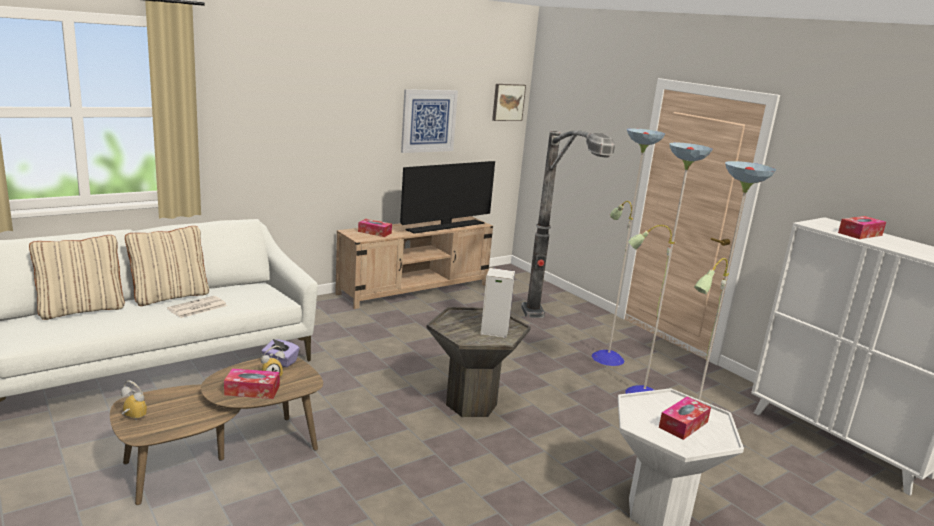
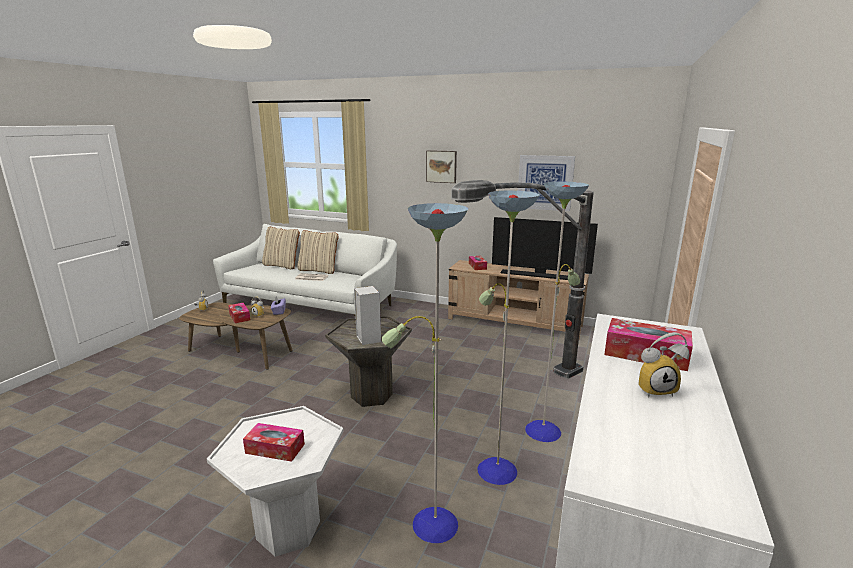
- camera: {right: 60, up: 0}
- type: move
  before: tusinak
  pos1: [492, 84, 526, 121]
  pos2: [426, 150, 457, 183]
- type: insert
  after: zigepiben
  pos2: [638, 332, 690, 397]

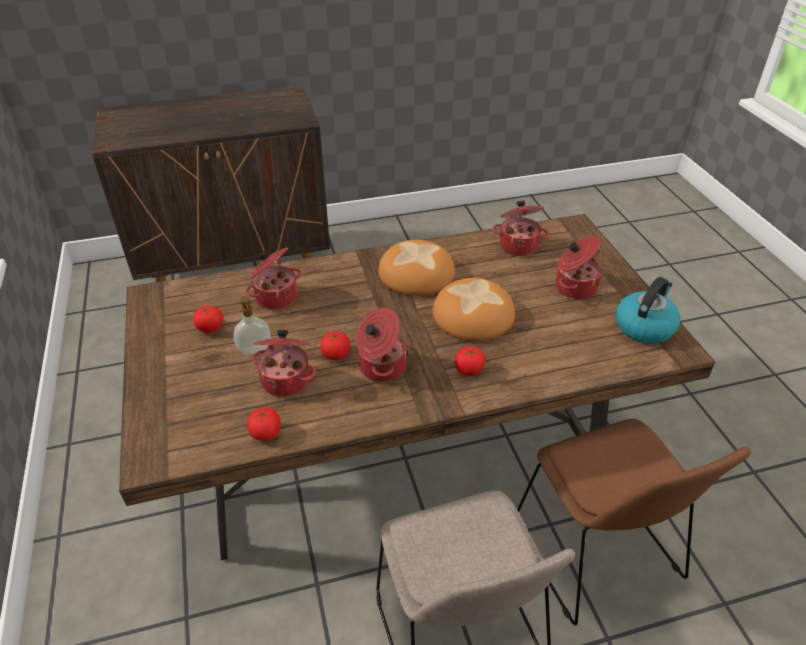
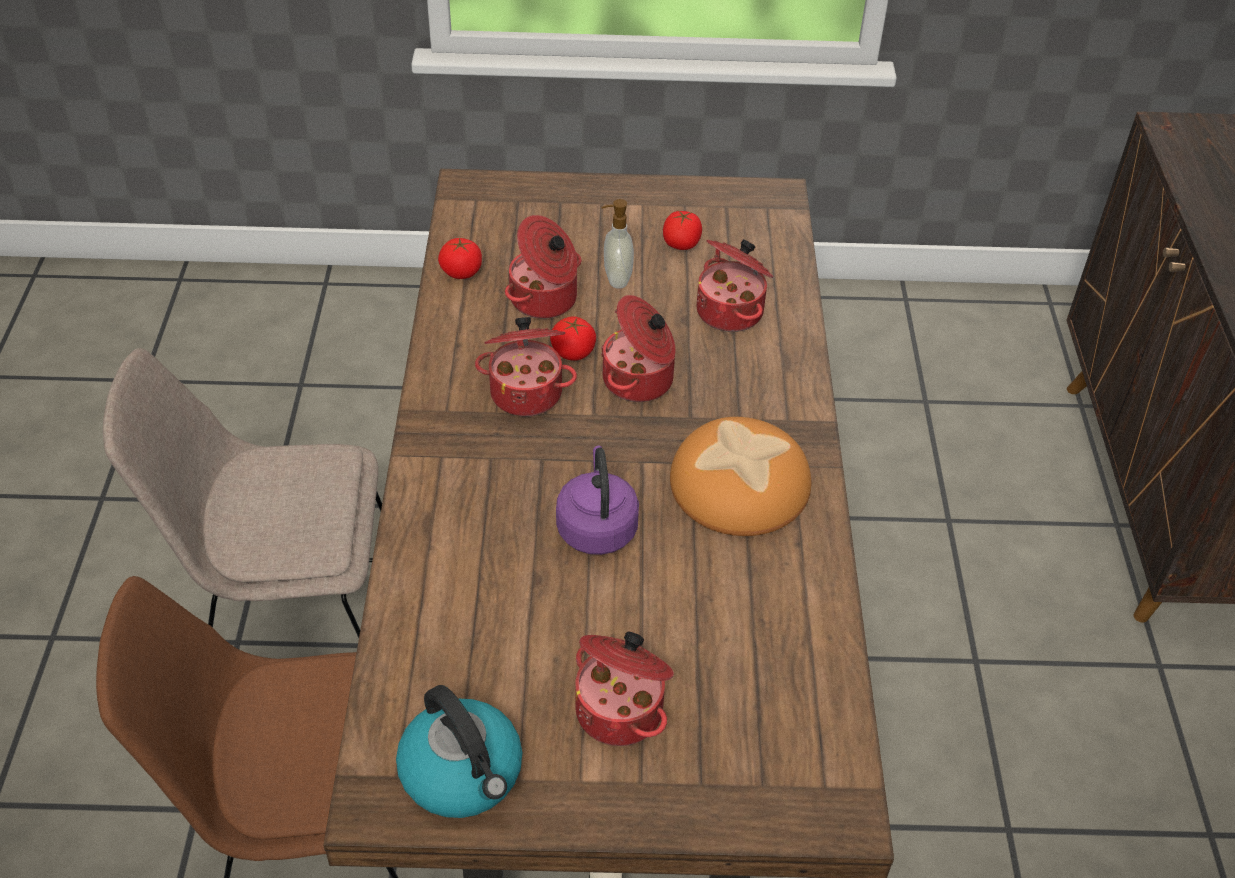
- camera: {right: 105, up: 5}
- type: replace
  before: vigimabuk
  after: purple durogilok
  pos1: [433, 278, 515, 341]
  pos2: [556, 446, 639, 555]
- type: move
  before: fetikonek
  pos1: [492, 201, 549, 256]
  pos2: [601, 295, 676, 402]
- type: delete
  before: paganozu
  pos1: [455, 346, 485, 376]

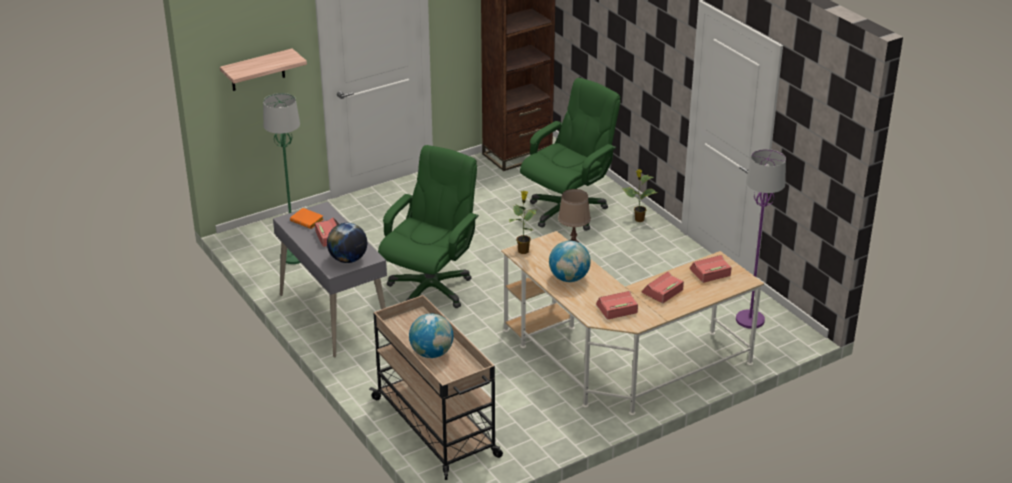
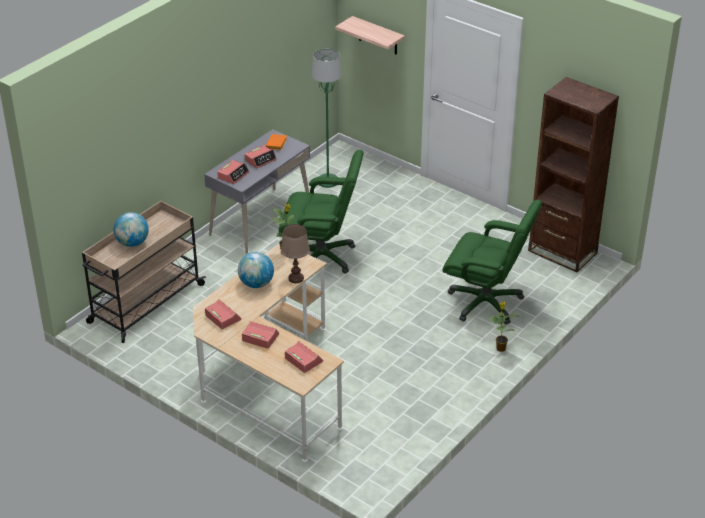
- camera: {right: 70, up: 5}
- type: replace
  before: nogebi
  after: zigepiben
  pos1: [327, 223, 367, 263]
  pos2: [217, 160, 250, 184]
- type: delete
  before: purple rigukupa
  pos1: [736, 149, 786, 329]

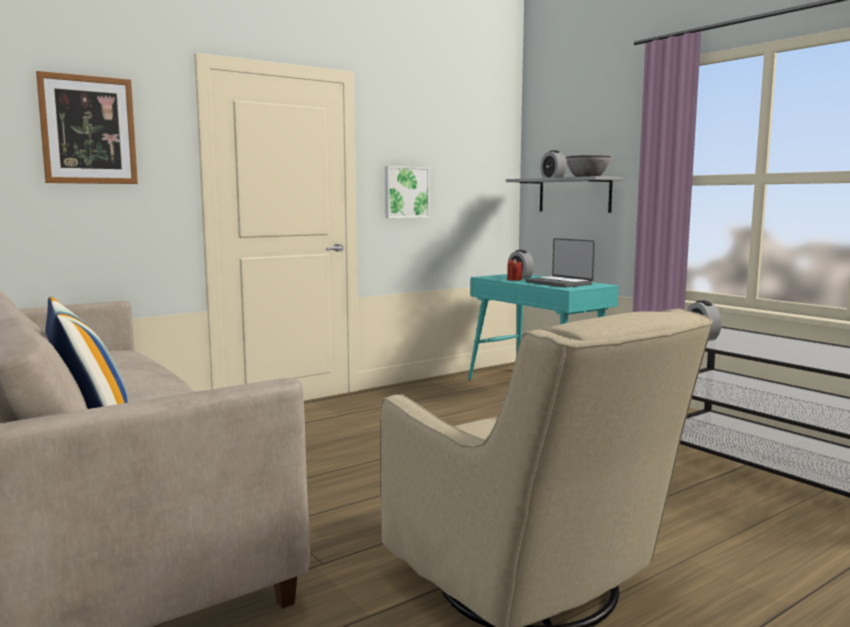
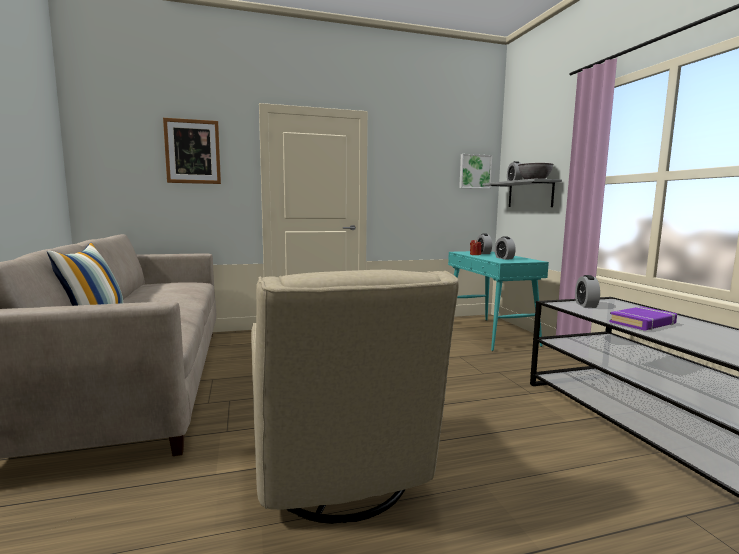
- camera: {right: 20, up: 0}
- type: move
  before: tusinak
  pos1: [385, 166, 430, 218]
  pos2: [459, 154, 492, 189]
- type: replace
  before: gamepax
  after: zigepiben
  pos1: [525, 238, 595, 288]
  pos2: [495, 236, 516, 259]
- type: insert
  after: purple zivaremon
  pos2: [609, 306, 677, 331]

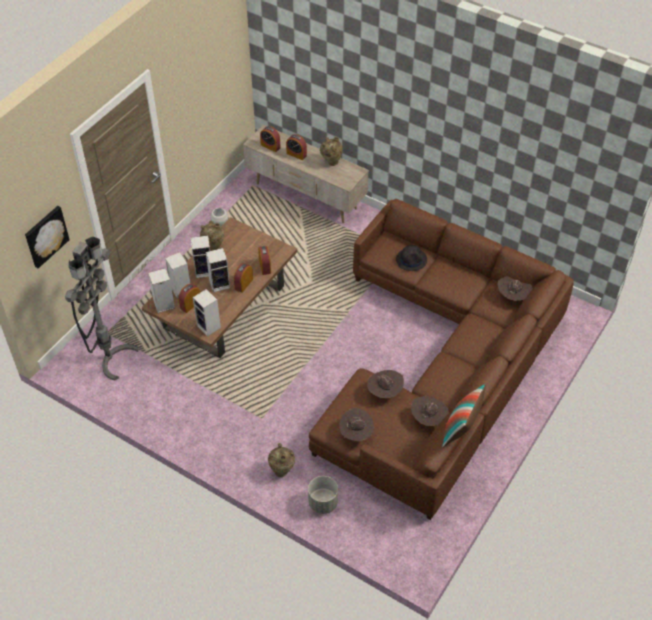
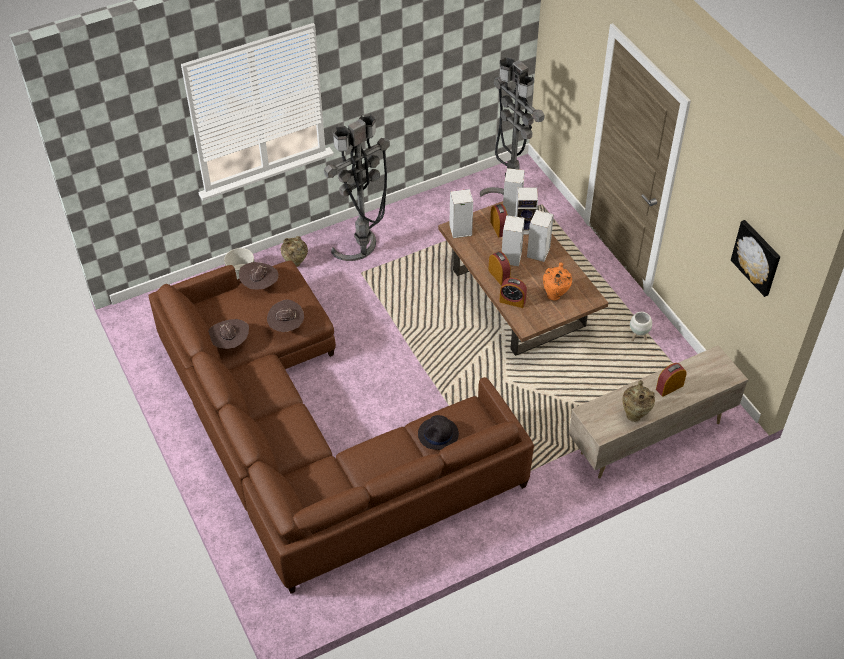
- camera: {right: 120, up: 0}
- type: insert
  after: grey rigukupa
  pos2: [324, 113, 390, 261]
- type: insert
  after: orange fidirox
  pos2: [543, 262, 572, 300]
- type: move
  before: tusinak
  pos1: [25, 206, 70, 268]
  pos2: [731, 220, 780, 297]
- type: delete
  before: beige fidirox
  pos1: [200, 221, 224, 251]
- type: delete
  before: zigepiben
  pos1: [260, 126, 281, 152]
- type: delete
  before: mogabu
  pos1: [442, 383, 486, 447]
- type: delete
  before: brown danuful
  pos1: [498, 276, 533, 300]

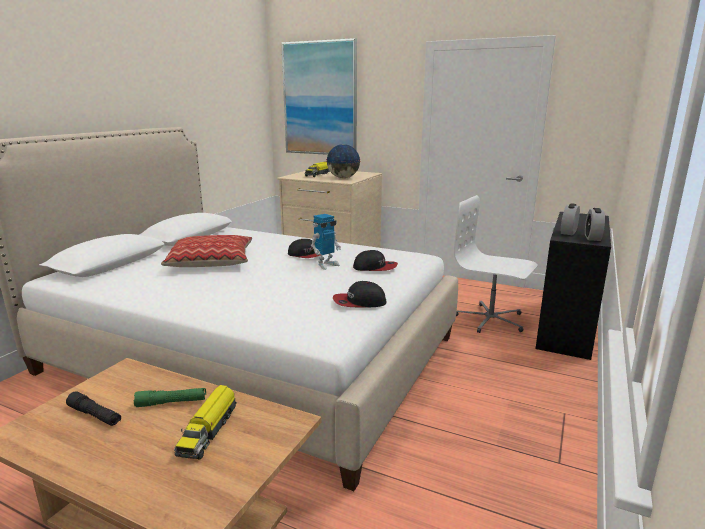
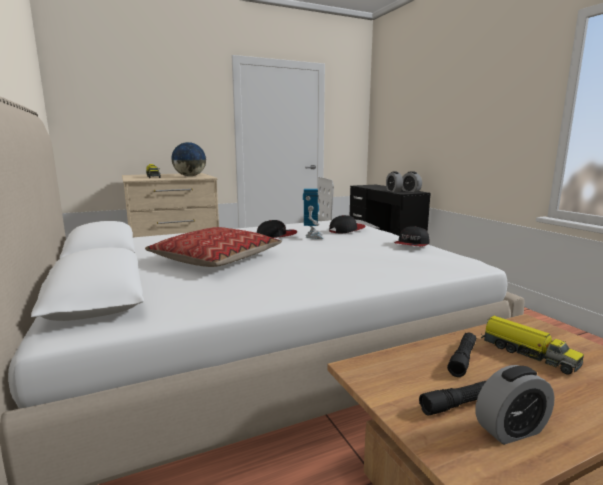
- camera: {right: -50, up: -5}
- type: recolor
  before: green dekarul
  after: black dekarul
  pos1: [134, 388, 206, 407]
  pos2: [447, 333, 476, 377]
- type: insert
  after: zigepiben
  pos2: [476, 365, 555, 445]
- type: delete
  before: tusinak
  pos1: [281, 38, 357, 155]

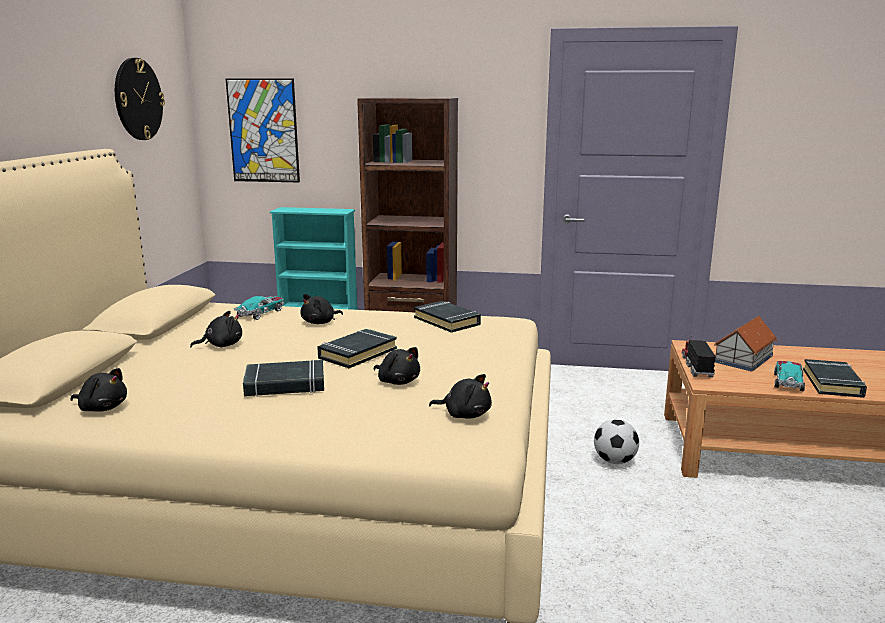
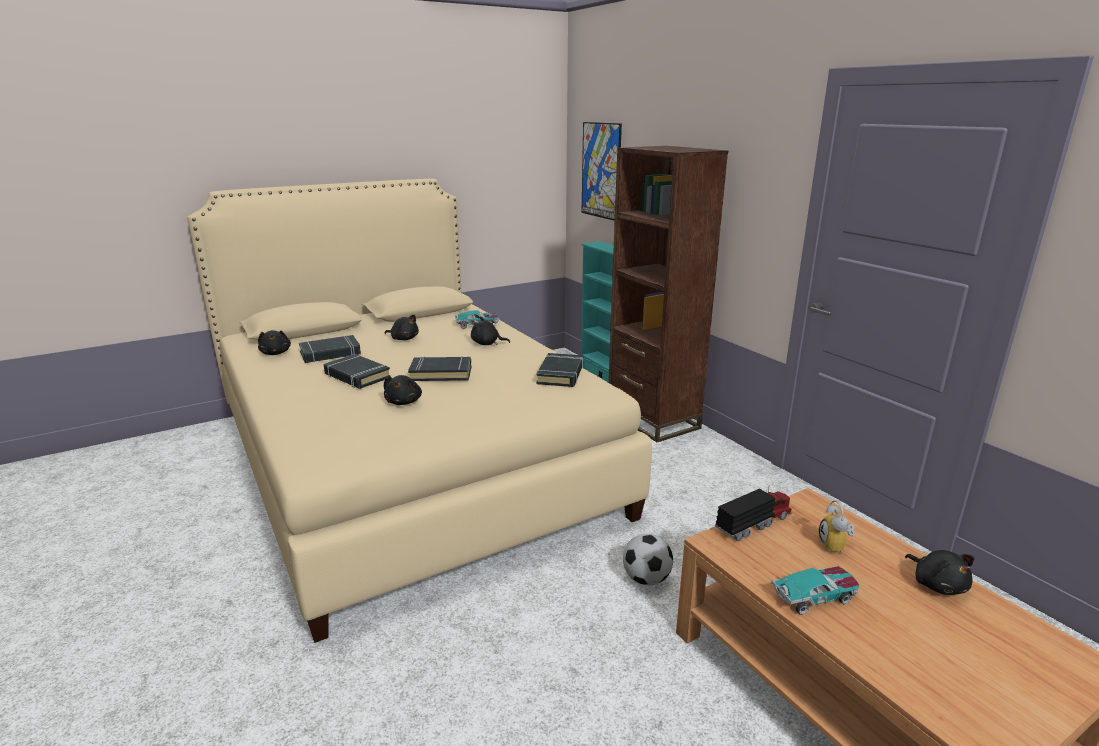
- camera: {right: 50, up: 5}
- type: move
  before: black zivaremon
  pos1: [803, 359, 867, 398]
  pos2: [299, 335, 361, 363]
- type: replace
  before: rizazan
  after: zigepiben
  pos1: [714, 316, 777, 372]
  pos2: [819, 500, 855, 555]
- type: move
  before: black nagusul
  pos1: [429, 374, 492, 418]
  pos2: [905, 550, 975, 595]
- type: delete
  before: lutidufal
  pos1: [115, 58, 165, 140]

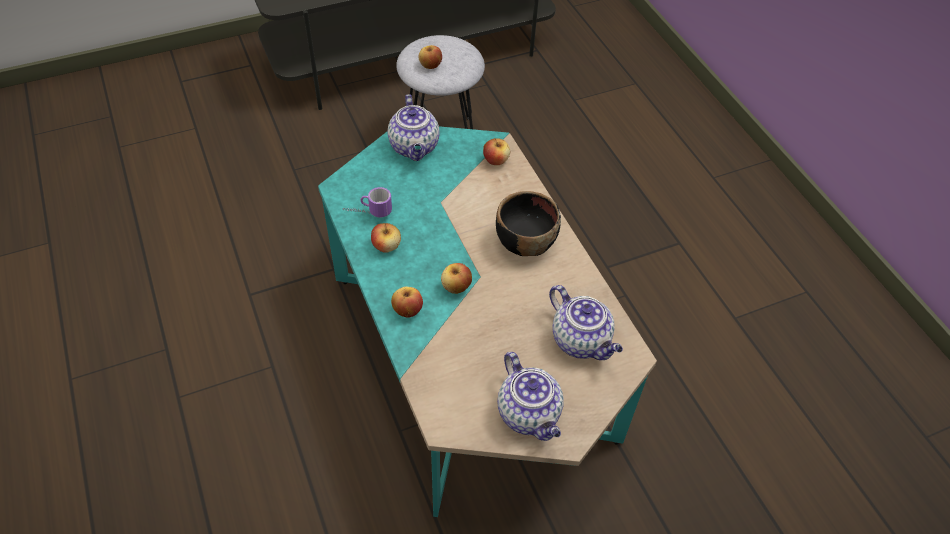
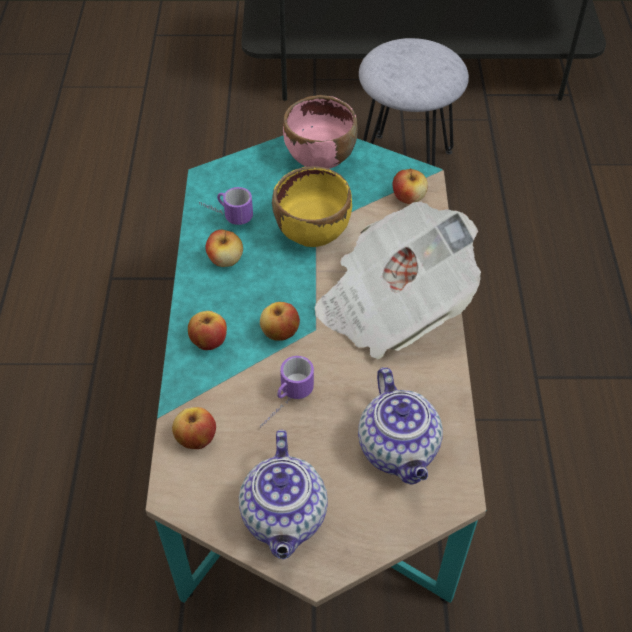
- camera: {right: 25, up: 0}
- type: move
  before: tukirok
  pos1: [418, 45, 442, 69]
  pos2: [172, 407, 216, 449]
- type: insert
  after: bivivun
  pos2: [260, 356, 314, 428]
- type: insert
  after: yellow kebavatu
  pos2: [272, 166, 352, 247]
- type: replace
  before: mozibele
  after: pink kebavatu
  pos1: [388, 94, 439, 161]
  pos2: [283, 95, 358, 169]
- type: replace
  before: black kebavatu
  after: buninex
  pos1: [496, 191, 561, 256]
  pos2: [315, 201, 481, 359]

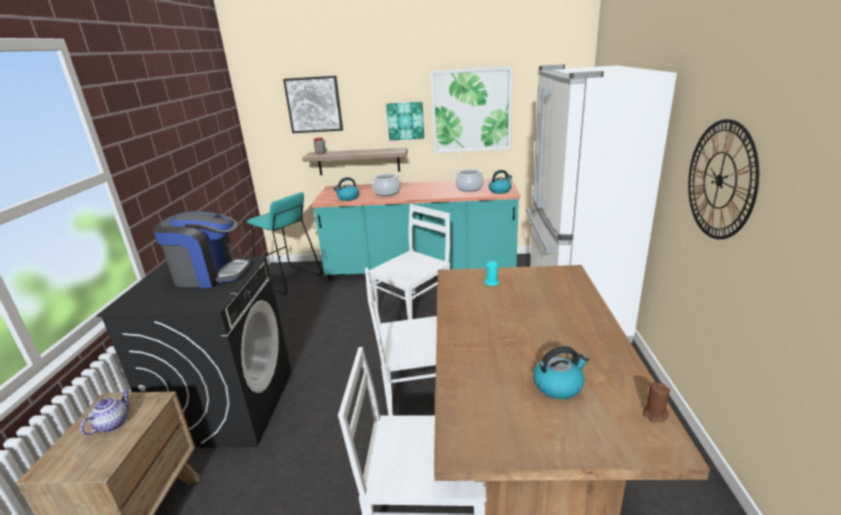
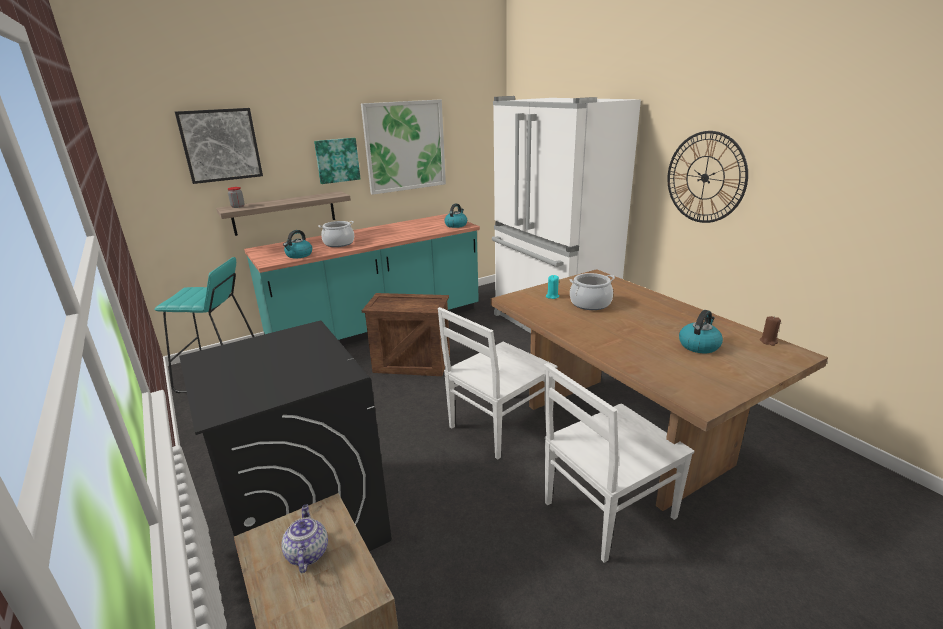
- camera: {right: -35, up: 0}
- type: replace
  before: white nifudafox
  after: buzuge
  pos1: [369, 204, 450, 320]
  pos2: [362, 293, 450, 376]
- type: move
  before: fetikonek
  pos1: [454, 169, 484, 192]
  pos2: [570, 273, 615, 310]
- type: delete
  before: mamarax
  pos1: [153, 211, 251, 288]

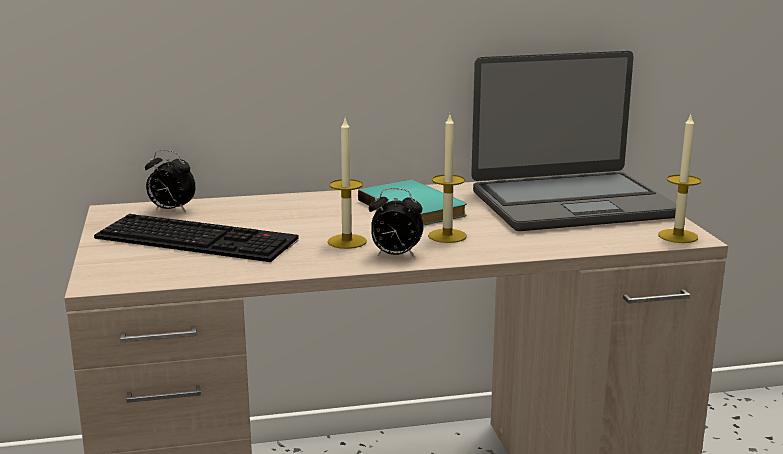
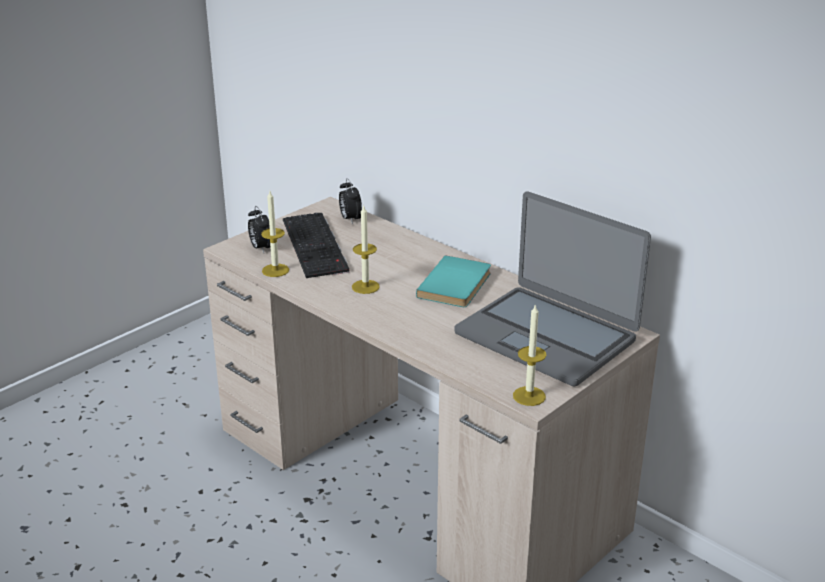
- camera: {right: 55, up: 10}
- type: move
  before: zigepiben
  pos1: [369, 188, 424, 257]
  pos2: [248, 206, 271, 253]
- type: move
  before: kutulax
  pos1: [428, 115, 467, 243]
  pos2: [261, 191, 289, 277]

